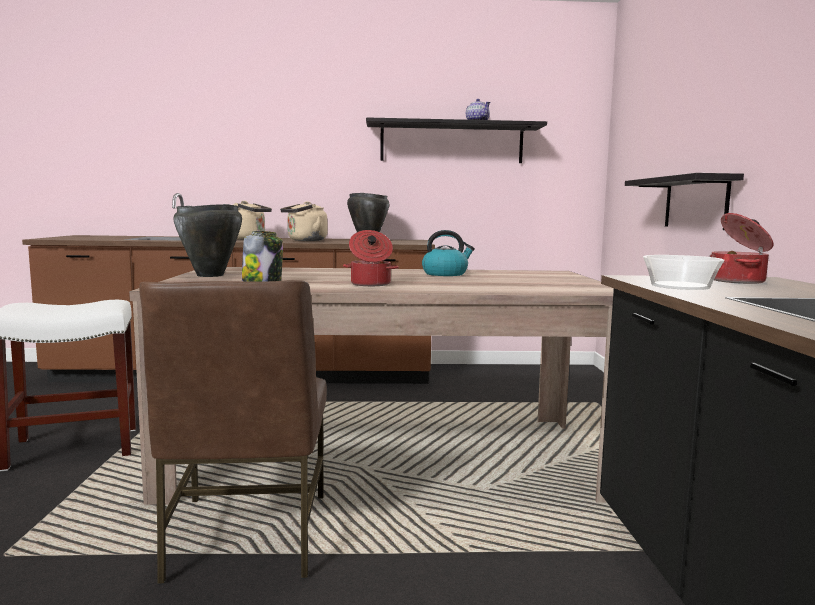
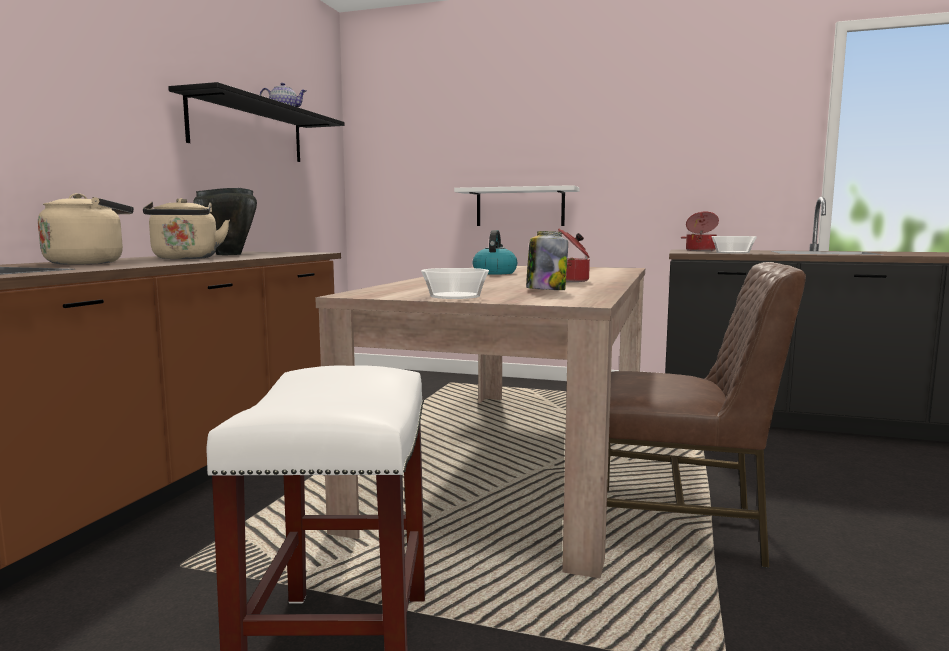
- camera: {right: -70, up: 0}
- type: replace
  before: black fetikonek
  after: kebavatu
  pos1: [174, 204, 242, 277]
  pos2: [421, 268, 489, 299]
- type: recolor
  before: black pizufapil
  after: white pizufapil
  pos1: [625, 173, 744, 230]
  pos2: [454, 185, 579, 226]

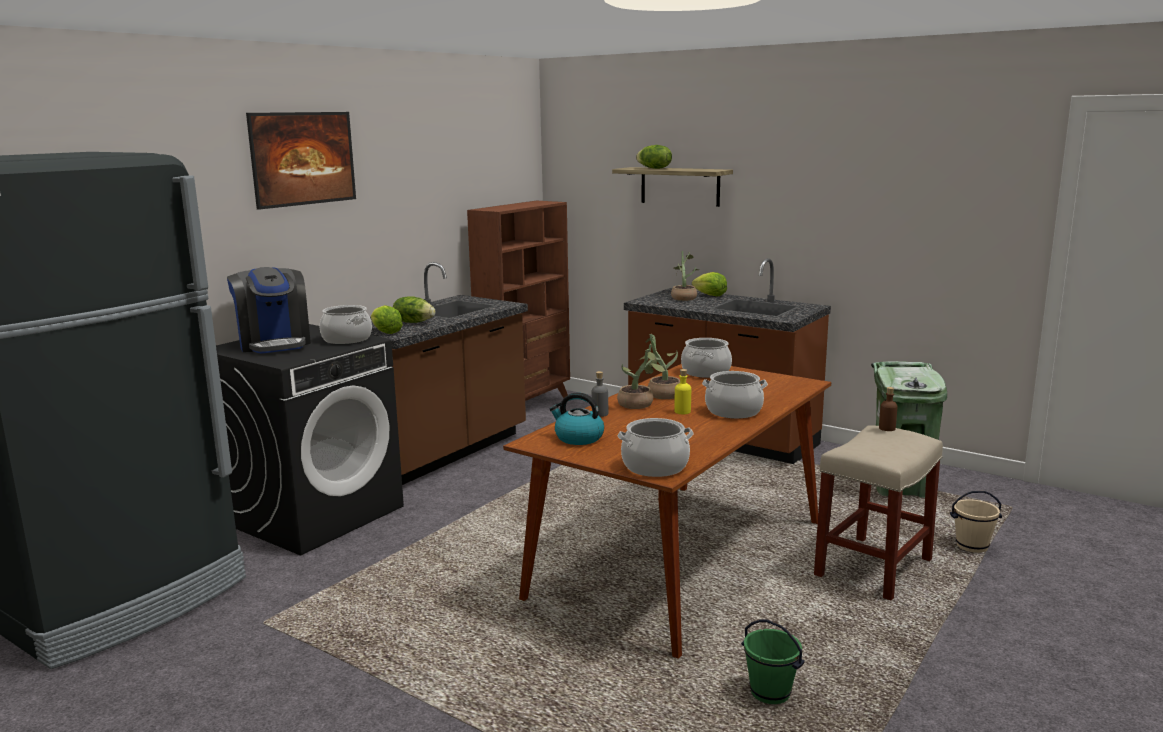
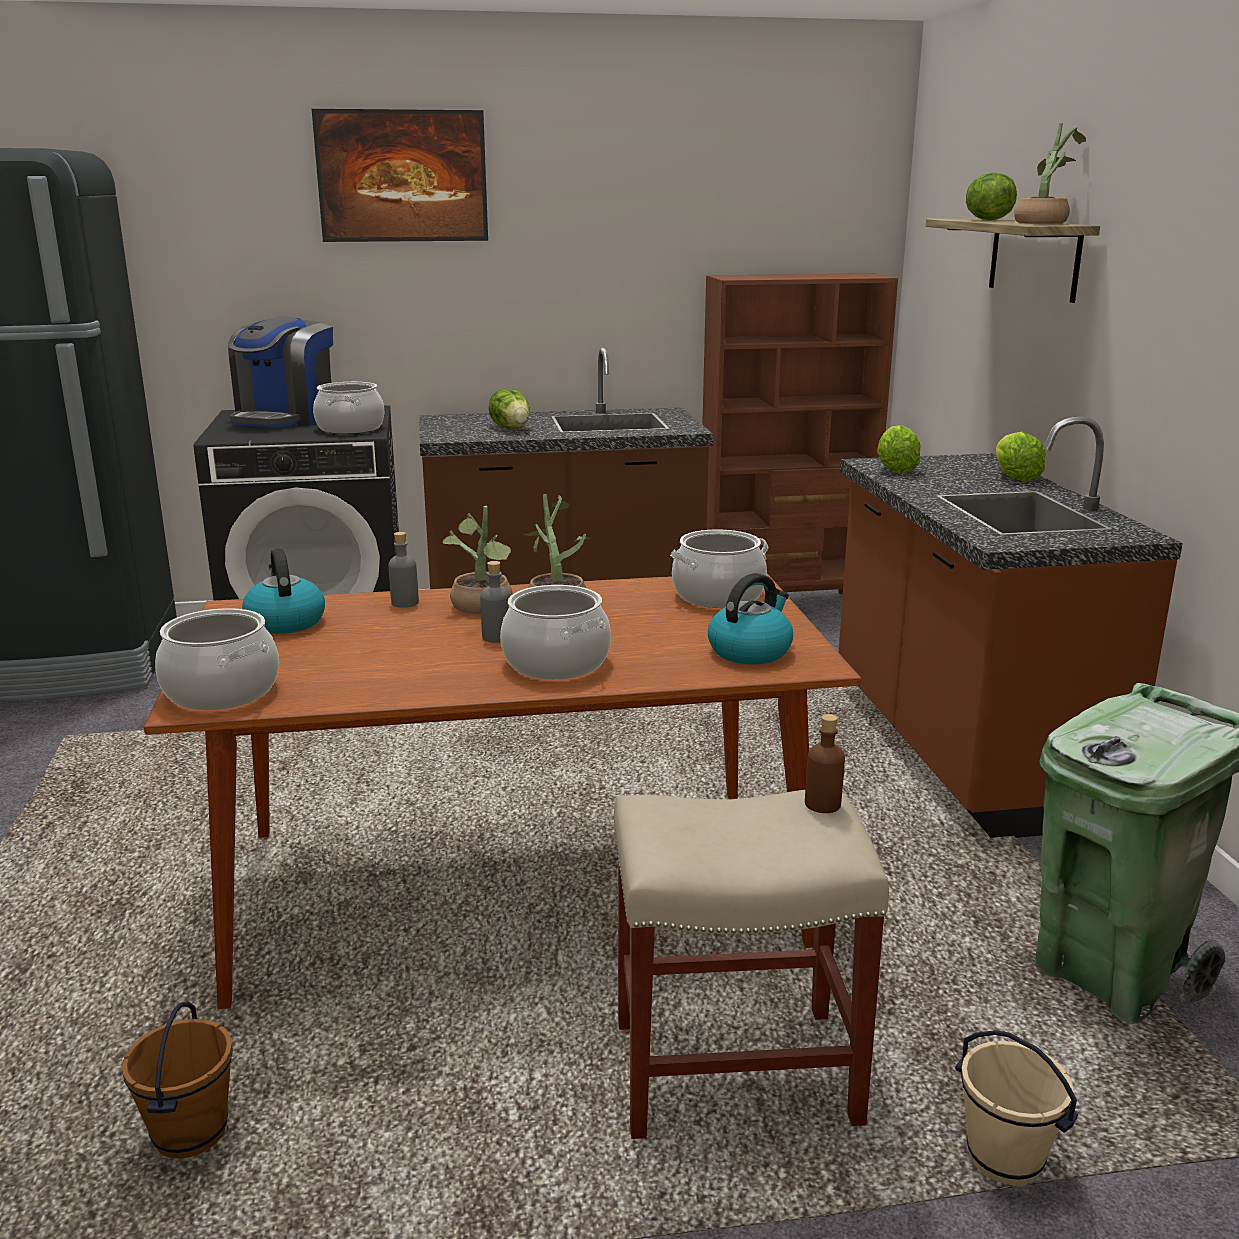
- camera: {right: 45, up: 5}
- type: recolor
  before: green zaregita
  after: brown zaregita
  pos1: [741, 620, 805, 704]
  pos2: [122, 1002, 233, 1159]
- type: recolor
  before: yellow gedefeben
  after: grey gedefeben
  pos1: [674, 369, 691, 414]
  pos2: [480, 561, 510, 643]
- type: insert
  after: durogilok
  pos2: [708, 573, 793, 664]
- type: move
  before: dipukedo
  pos1: [371, 305, 403, 334]
  pos2: [877, 425, 921, 473]
- type: move
  before: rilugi
  pos1: [671, 251, 699, 301]
  pos2: [1014, 123, 1086, 224]

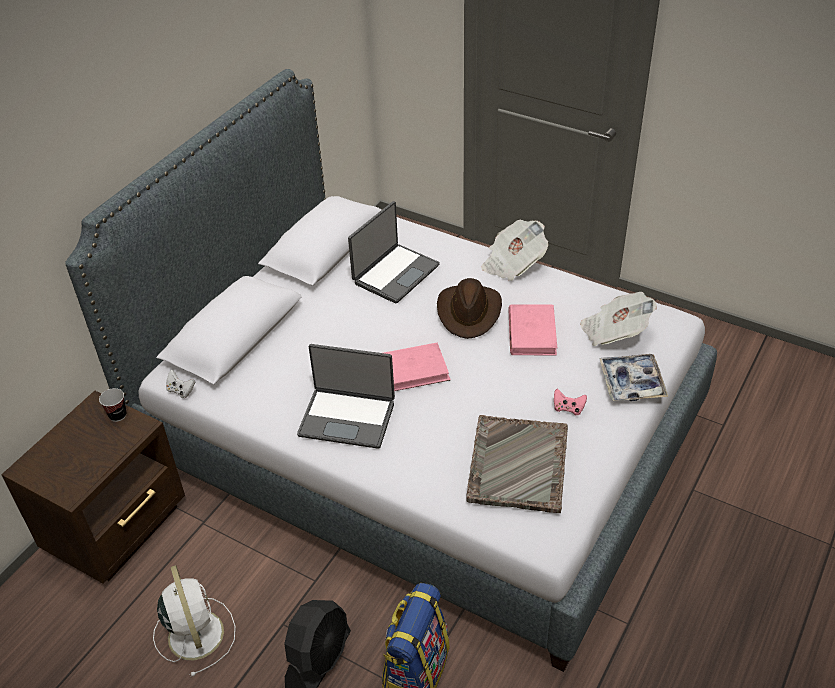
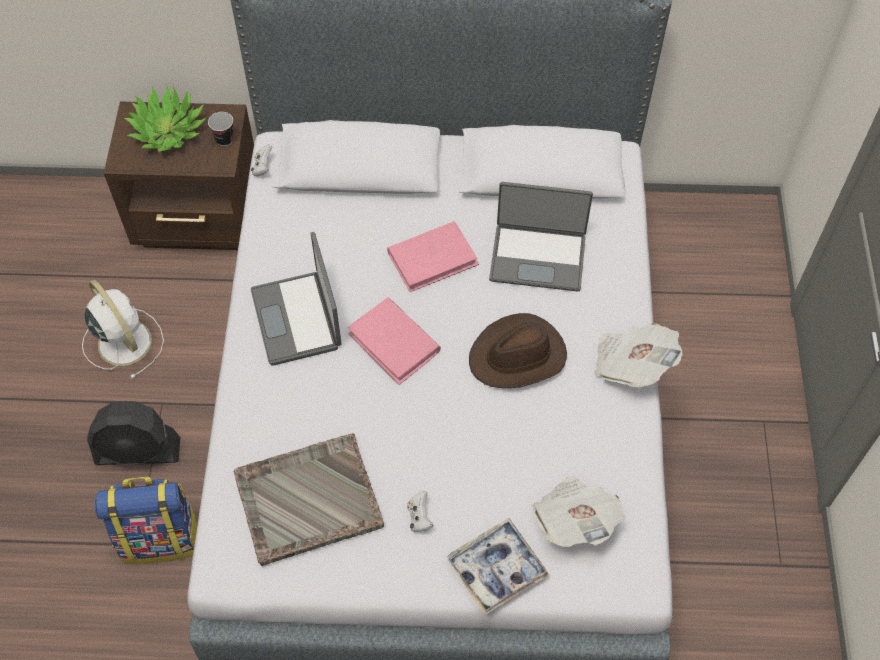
- camera: {right: 60, up: 15}
- type: rotate
  before: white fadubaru
  pos1: [153, 565, 236, 677]
  pos2: [82, 279, 164, 379]
  turn: -75
- type: insert
  after: rilugi
  pos2: [124, 83, 206, 152]
- type: move
  before: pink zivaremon
  pos1: [508, 304, 557, 356]
  pos2: [387, 221, 479, 292]
- type: recolor
  before: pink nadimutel
  after: white nadimutel
  pos1: [554, 389, 587, 415]
  pos2: [407, 491, 434, 532]

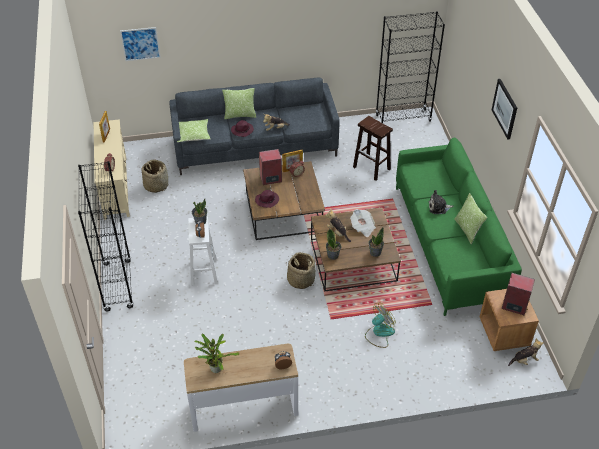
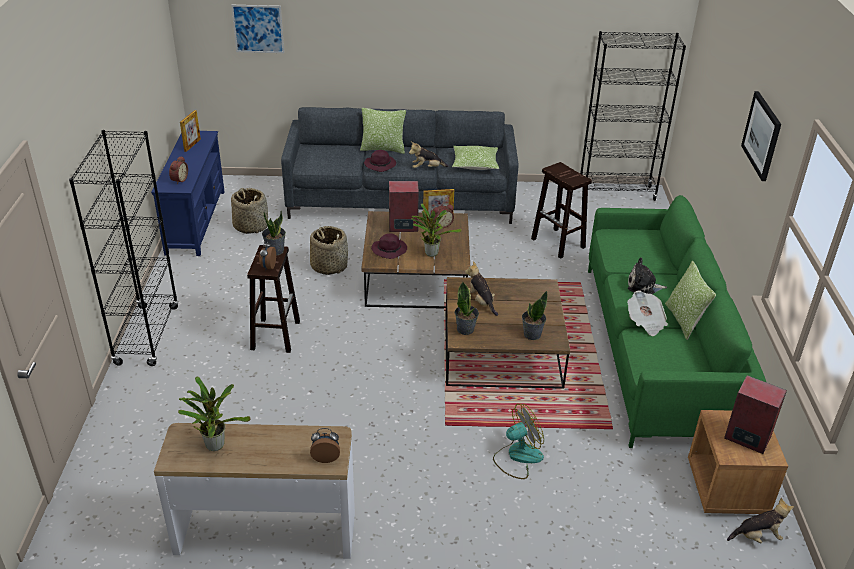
- camera: {right: 10, up: -10}
- type: recolor
  before: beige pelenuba
  after: blue pelenuba
  pos1: [94, 119, 130, 220]
  pos2: [151, 131, 224, 256]
- type: recolor
  before: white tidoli
  after: brown tidoli
  pos1: [188, 217, 218, 286]
  pos2: [247, 245, 300, 353]
- type: move
  before: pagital
  pos1: [286, 252, 316, 289]
  pos2: [310, 226, 348, 275]
- type: insert
  after: rilugi
  pos2: [411, 203, 462, 257]
- type: move
  before: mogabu
  pos1: [177, 119, 210, 142]
  pos2: [452, 146, 499, 170]
- type: move
  before: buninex
  pos1: [350, 209, 376, 237]
  pos2: [627, 290, 668, 336]

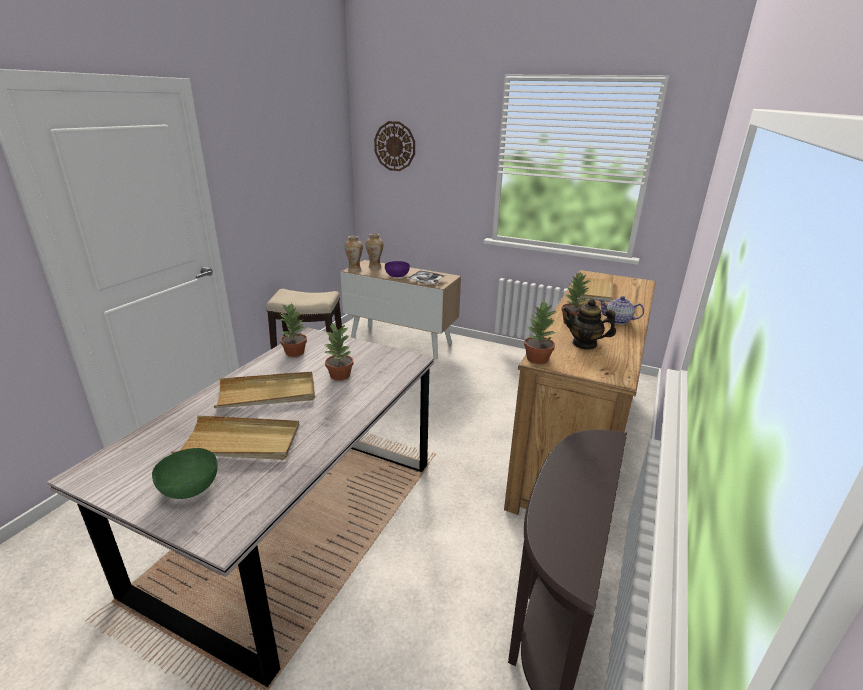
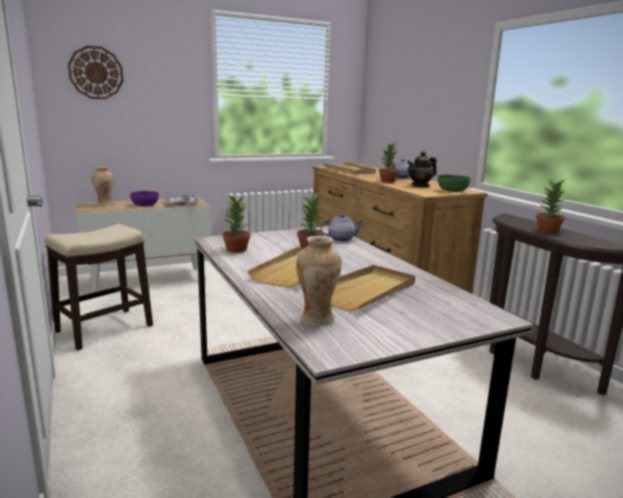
- camera: {right: -50, up: -10}
- type: move
  before: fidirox
  pos1: [345, 236, 363, 272]
  pos2: [296, 236, 342, 326]
- type: insert
  after: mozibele
  pos2: [320, 214, 363, 242]
- type: move
  before: green kebavatu
  pos1: [152, 448, 218, 499]
  pos2: [438, 175, 471, 192]
- type: move
  before: rilugi
  pos1: [524, 300, 558, 364]
  pos2: [536, 180, 566, 233]

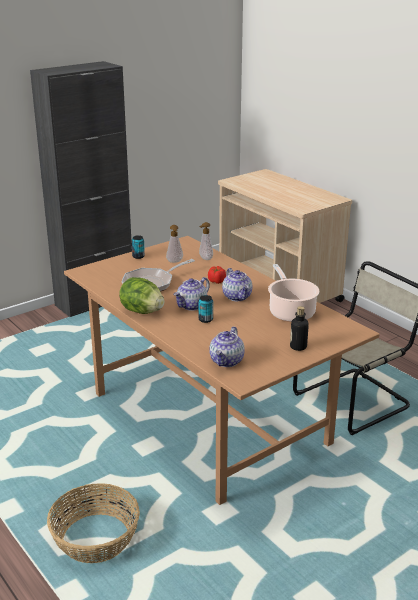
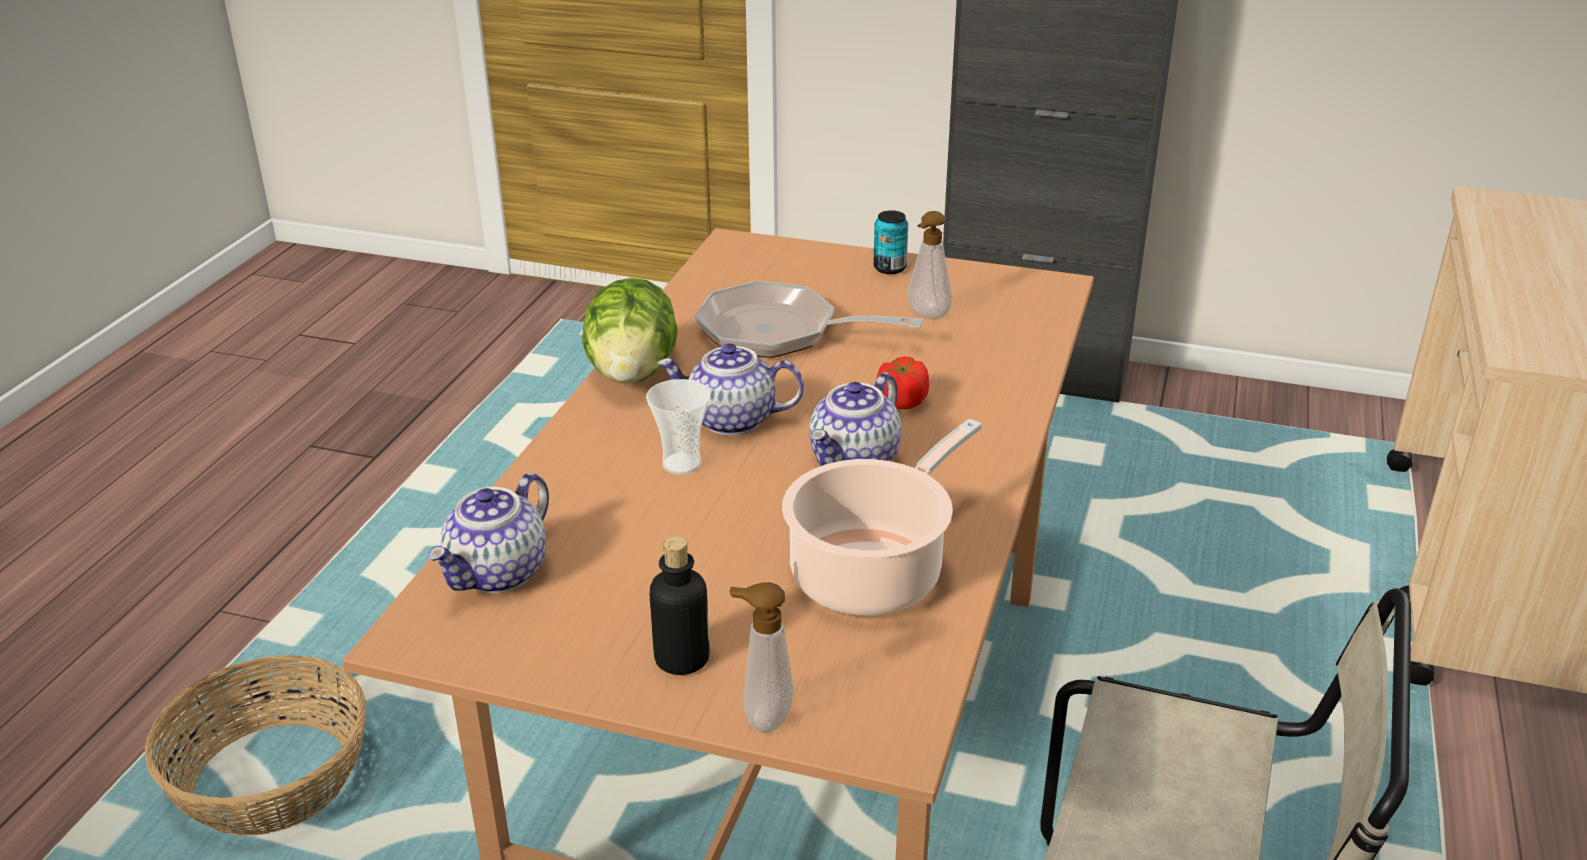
- camera: {right: 55, up: 5}
- type: rotate
  before: mozibele
  pos1: [209, 326, 245, 367]
  pos2: [428, 473, 549, 593]
  turn: -45
- type: replace
  before: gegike
  after: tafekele
  pos1: [198, 295, 213, 323]
  pos2: [646, 379, 710, 475]
- type: move
  before: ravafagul
  pos1: [199, 222, 213, 260]
  pos2: [729, 582, 793, 733]

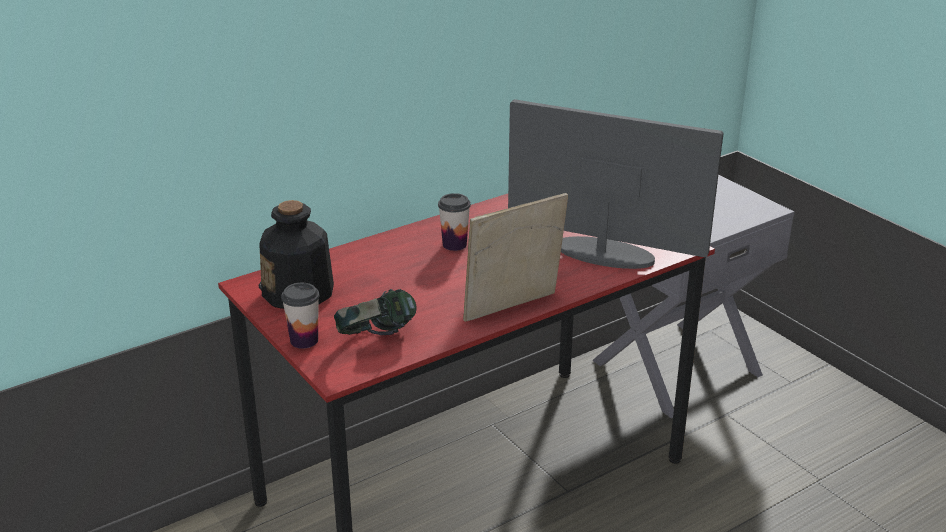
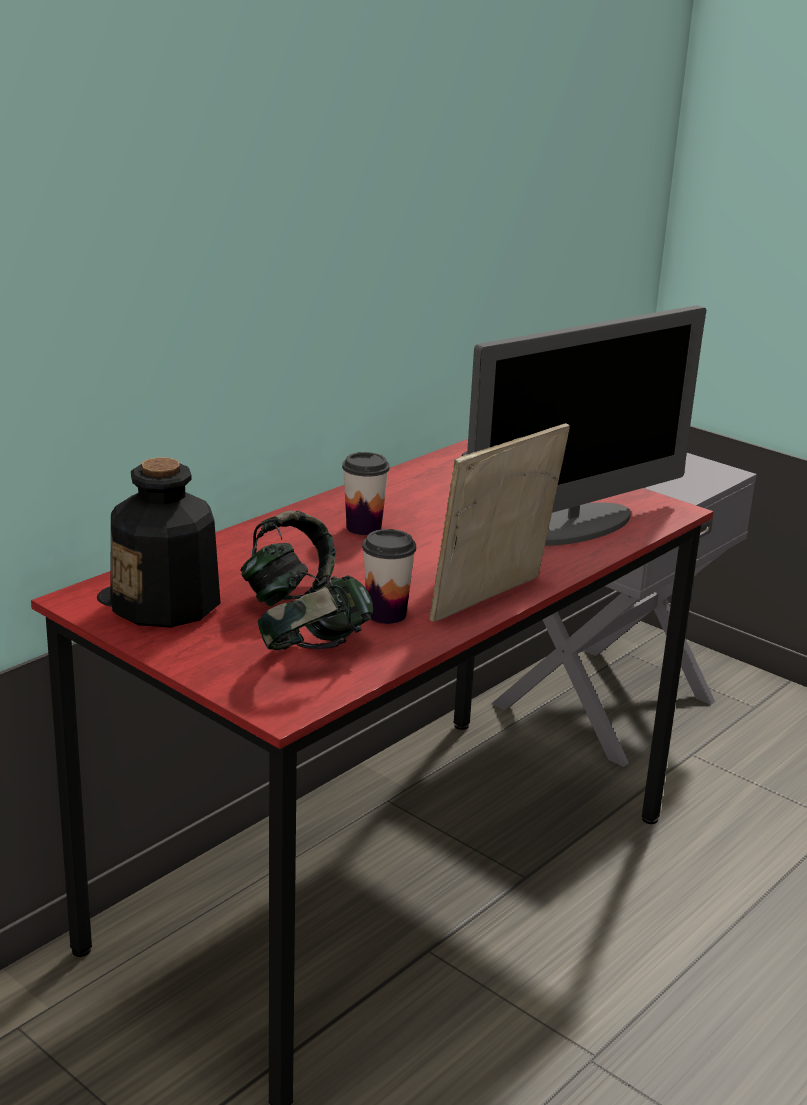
- camera: {right: -15, up: -5}
- type: insert
  after: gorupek
  pos2: [240, 510, 336, 607]
- type: move
  before: tafekele
  pos1: [281, 283, 319, 349]
  pos2: [362, 529, 416, 624]
- type: rotate
  before: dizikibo
  pos1: [508, 99, 723, 269]
  pos2: [467, 305, 706, 546]
  turn: 135

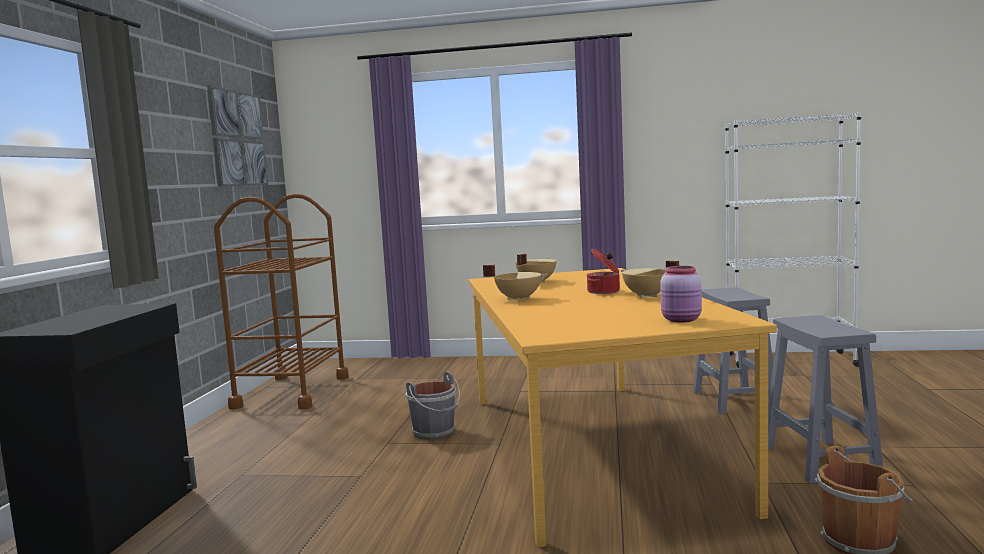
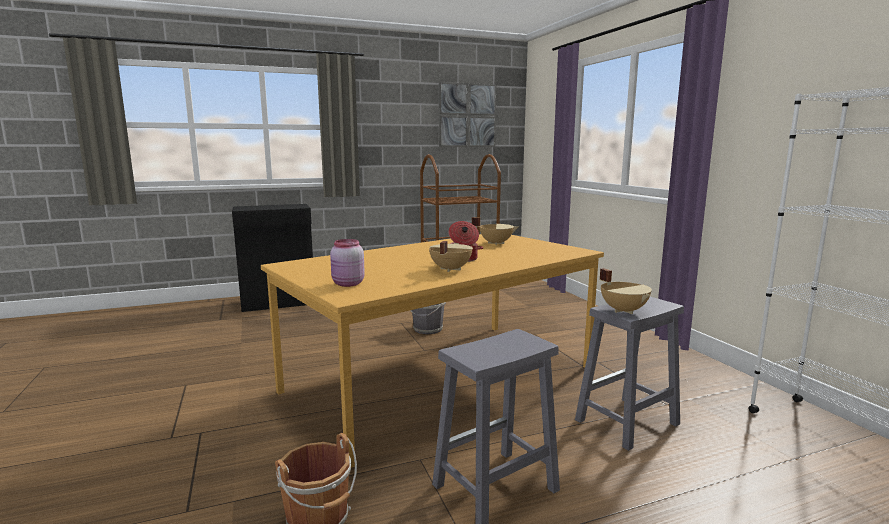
- camera: {right: 60, up: 5}
- type: move
  before: beige fetikonek
  pos1: [483, 264, 548, 301]
  pos2: [600, 268, 652, 314]

